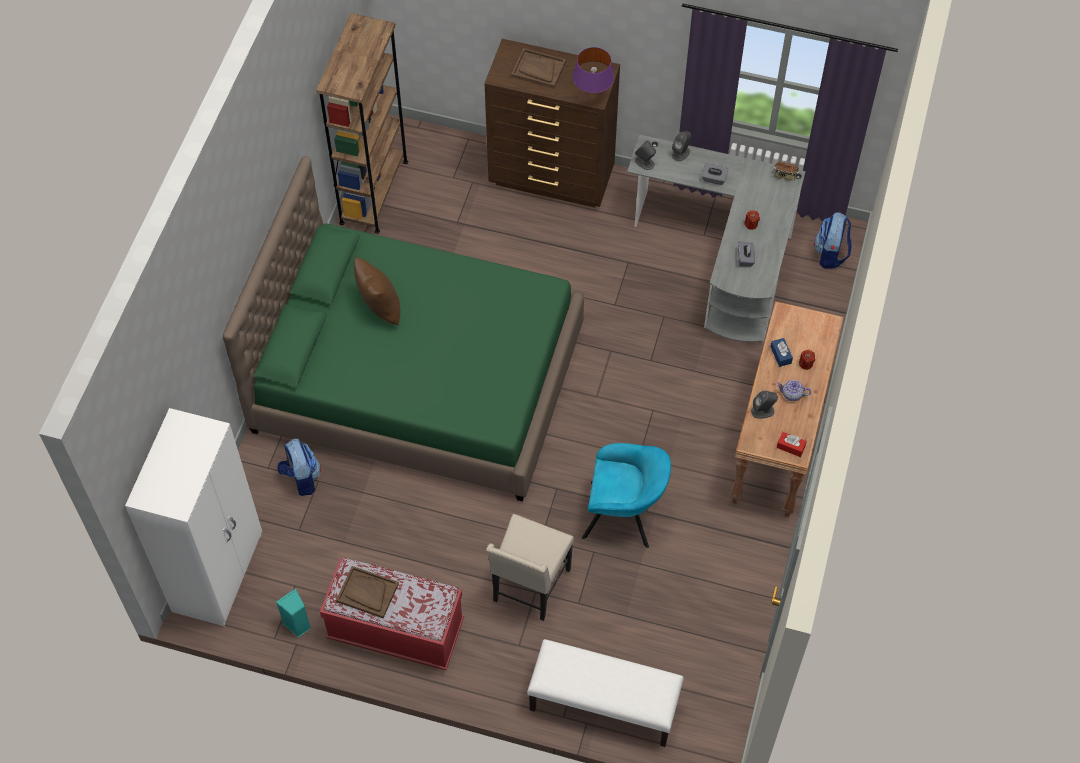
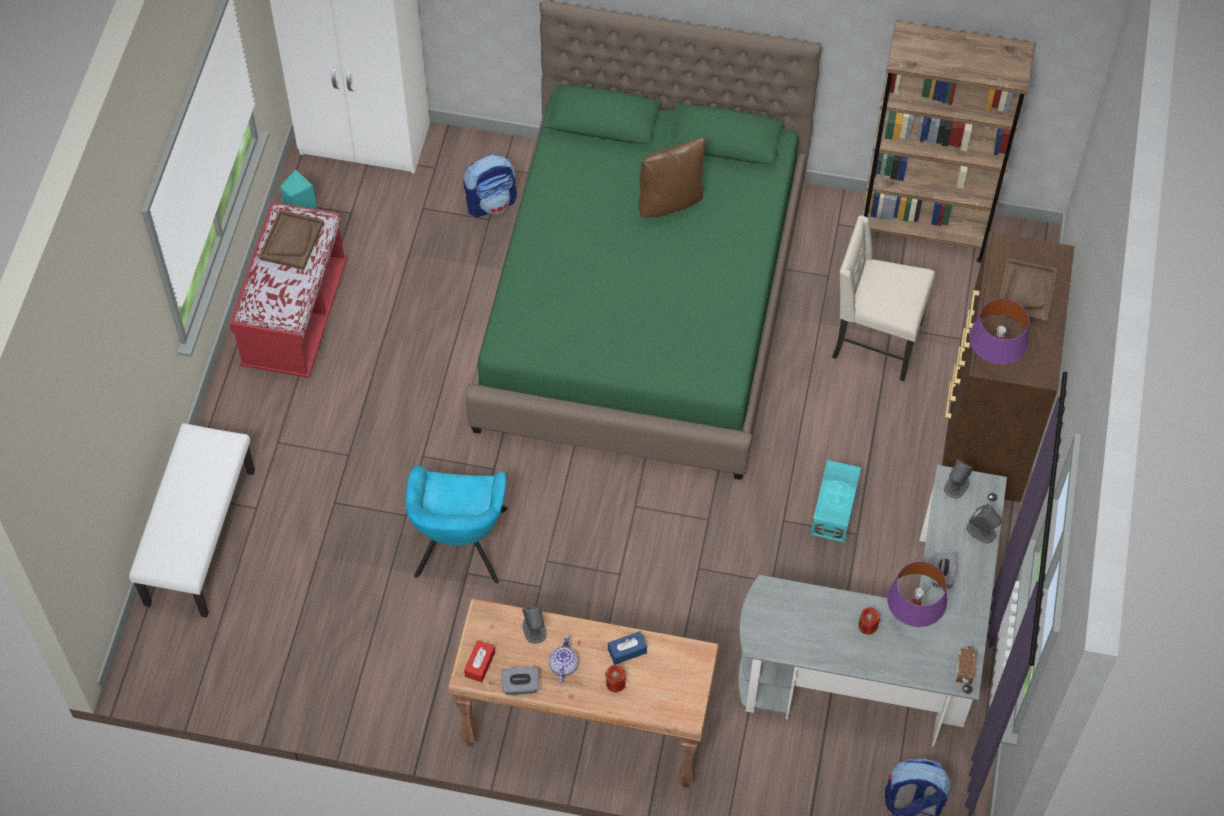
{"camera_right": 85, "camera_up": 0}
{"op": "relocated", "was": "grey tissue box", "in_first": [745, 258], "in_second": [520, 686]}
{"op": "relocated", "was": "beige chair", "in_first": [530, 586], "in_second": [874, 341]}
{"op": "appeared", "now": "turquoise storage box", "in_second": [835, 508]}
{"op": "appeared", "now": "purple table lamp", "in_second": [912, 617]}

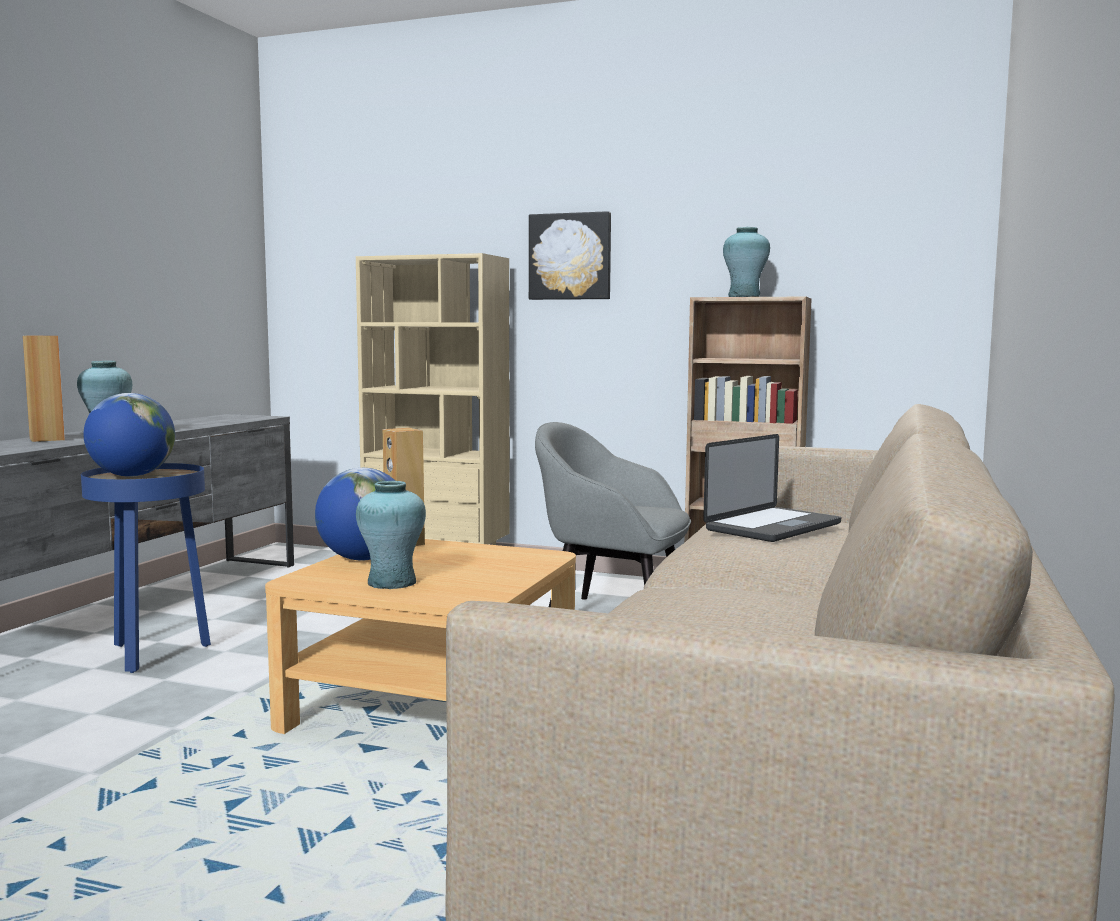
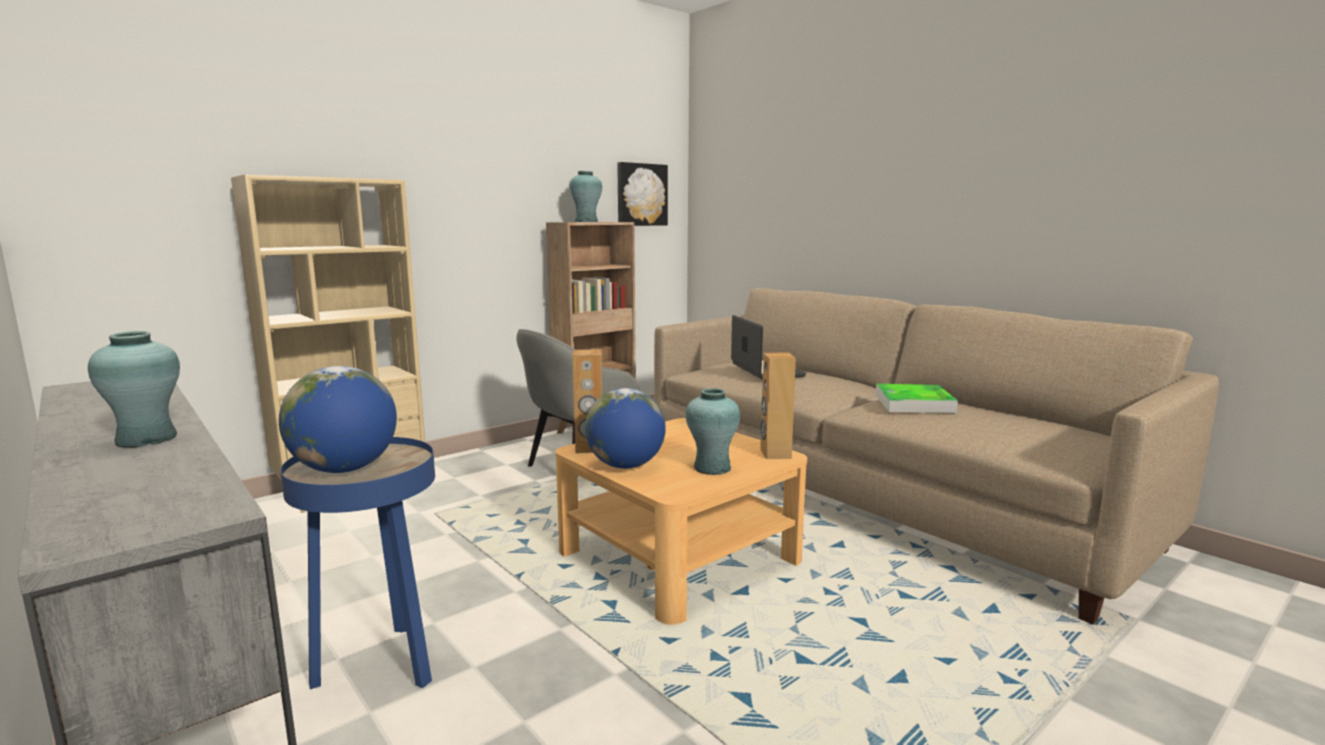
{"camera_right": -60, "camera_up": 5}
{"op": "relocated", "was": "picture", "in_first": [570, 256], "in_second": [641, 195]}
{"op": "relocated", "was": "brown speaker", "in_first": [47, 439], "in_second": [775, 454]}
{"op": "appeared", "now": "tray", "in_second": [914, 403]}

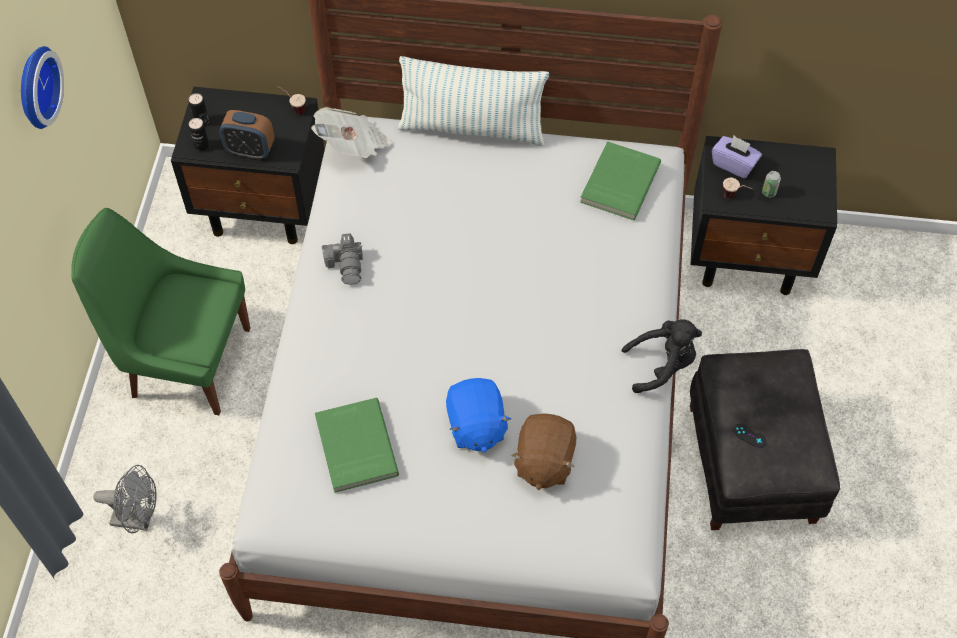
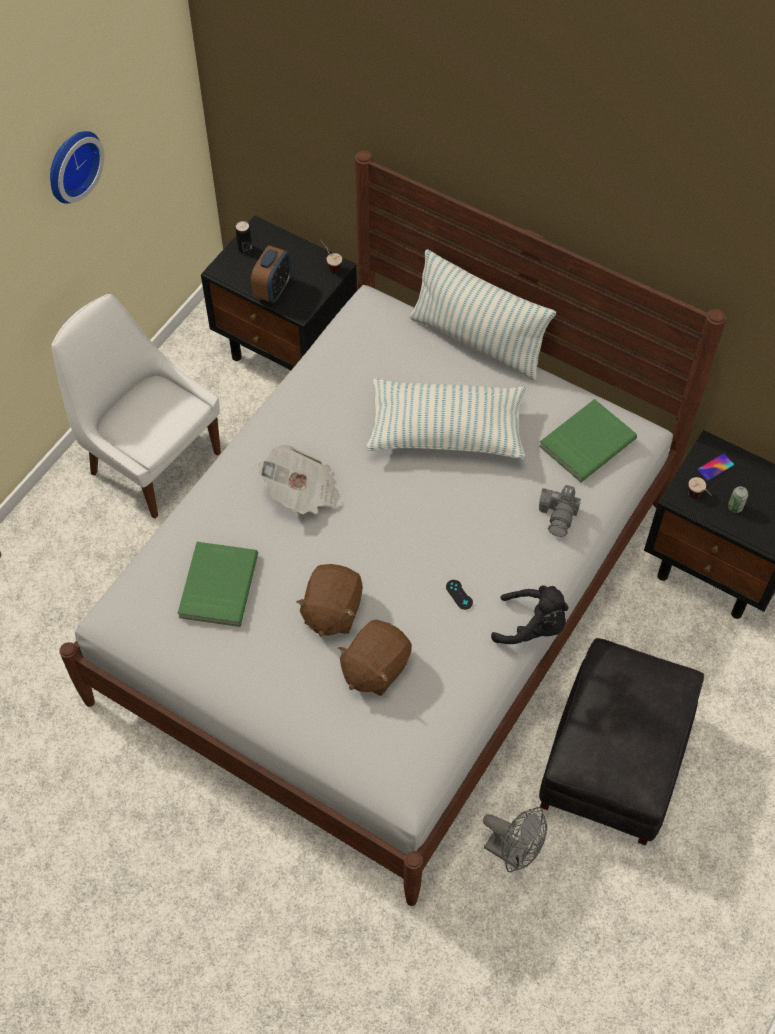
{"camera_right": 25, "camera_up": 0}
{"op": "relocated", "was": "newspaper", "in_first": [353, 146], "in_second": [303, 493]}
{"op": "spun", "was": "alarm clock", "in_first": [250, 150], "in_second": [273, 290], "clockwise": -105}
{"op": "missing", "was": "can", "in_first": [201, 145]}
{"op": "exchanged", "was": "purple tissue box", "now": "phone", "in_first": [734, 164], "in_second": [715, 467]}
{"op": "colour", "was": "green chair", "now": "white chair", "in_first": [186, 361], "in_second": [151, 460]}
{"op": "relocated", "was": "photo camera", "in_first": [346, 265], "in_second": [559, 515]}
{"op": "colour", "was": "blue plush toy", "now": "brown plush toy", "in_first": [475, 426], "in_second": [331, 611]}
{"op": "relocated", "was": "black game controller", "in_first": [749, 436], "in_second": [459, 594]}
{"op": "relocated", "was": "grey fan", "in_first": [139, 518], "in_second": [513, 852]}
{"op": "appeared", "now": "pillow", "in_second": [446, 432]}

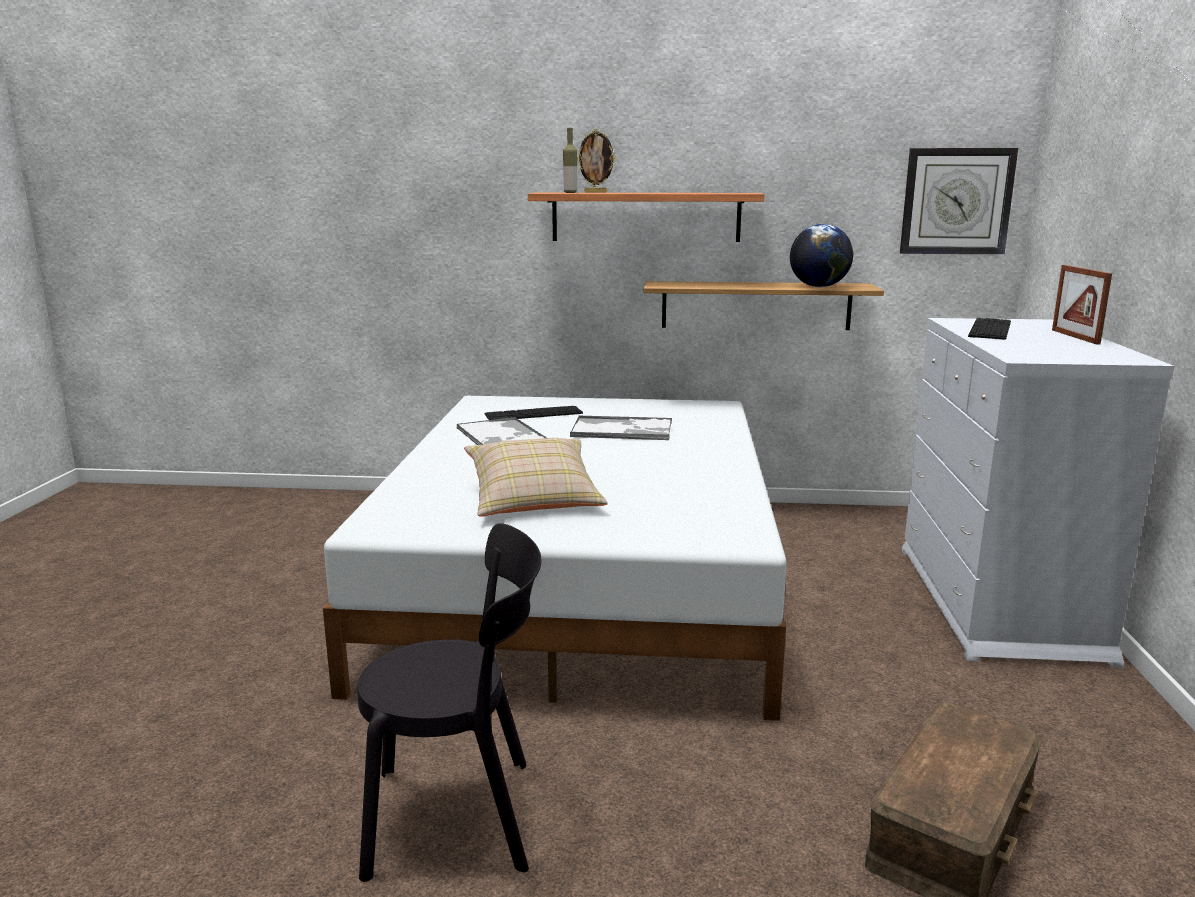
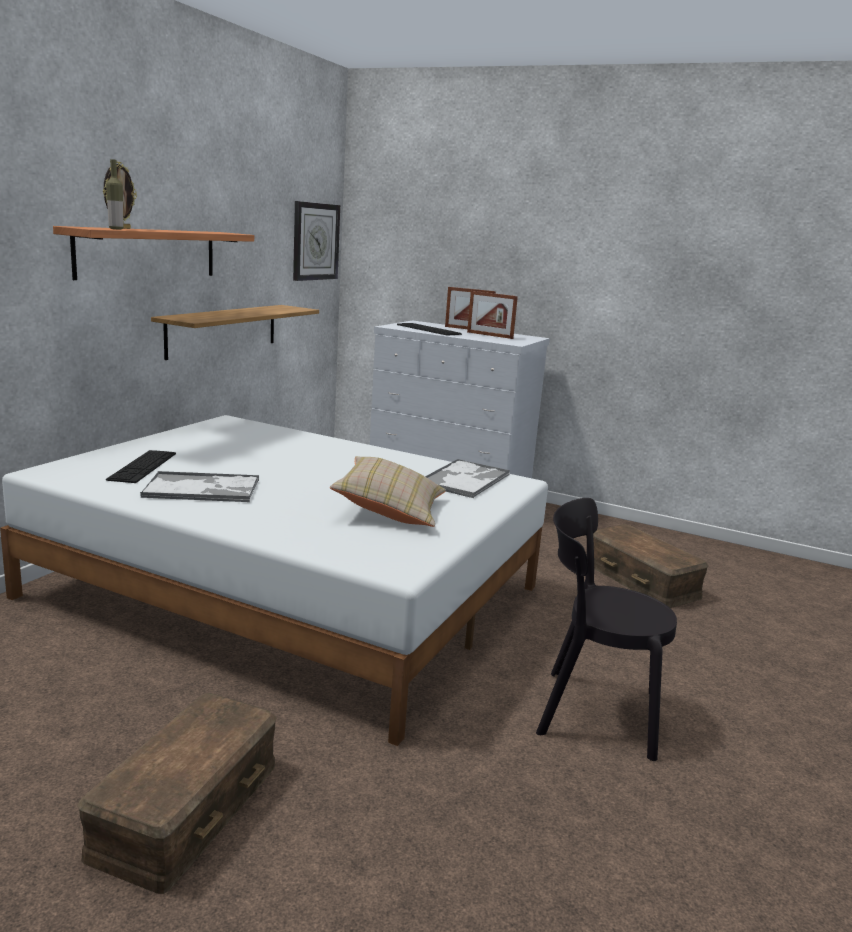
{"camera_right": -70, "camera_up": 0}
{"op": "missing", "was": "globe", "in_first": [818, 287]}
{"op": "relocated", "was": "tray", "in_first": [623, 430], "in_second": [465, 479]}
{"op": "spun", "was": "black chair", "in_first": [461, 817], "in_second": [591, 711], "clockwise": -90}
{"op": "appeared", "now": "picture frame", "in_second": [489, 335]}
{"op": "appeared", "now": "brown storage box", "in_second": [185, 807]}

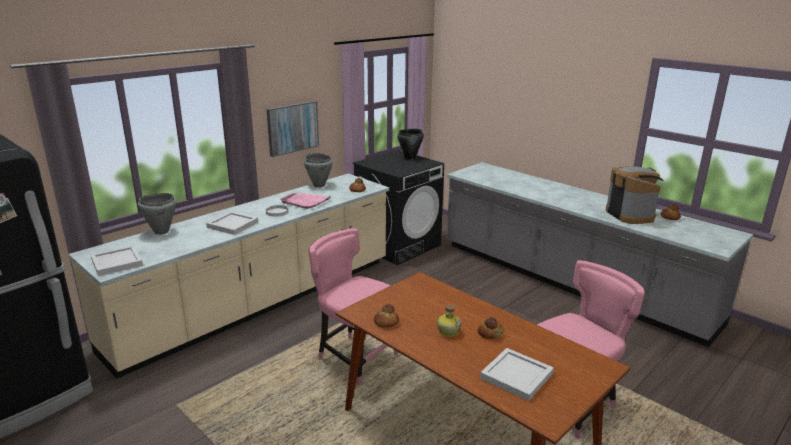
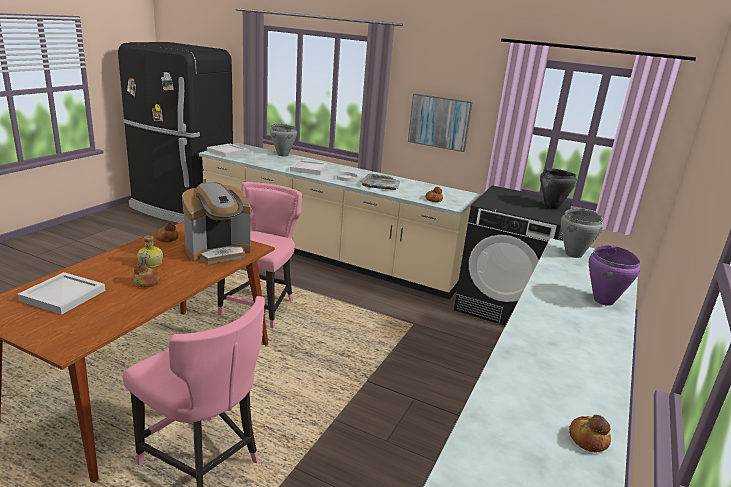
{"camera_right": 70, "camera_up": 0}
{"op": "relocated", "was": "grey cooking pot", "in_first": [319, 185], "in_second": [574, 254]}
{"op": "relocated", "was": "coffee machine", "in_first": [630, 215], "in_second": [218, 251]}
{"op": "colour", "was": "pink tray", "now": "grey tray", "in_first": [305, 201], "in_second": [381, 184]}
{"op": "appeared", "now": "purple cooking pot", "in_second": [604, 300]}

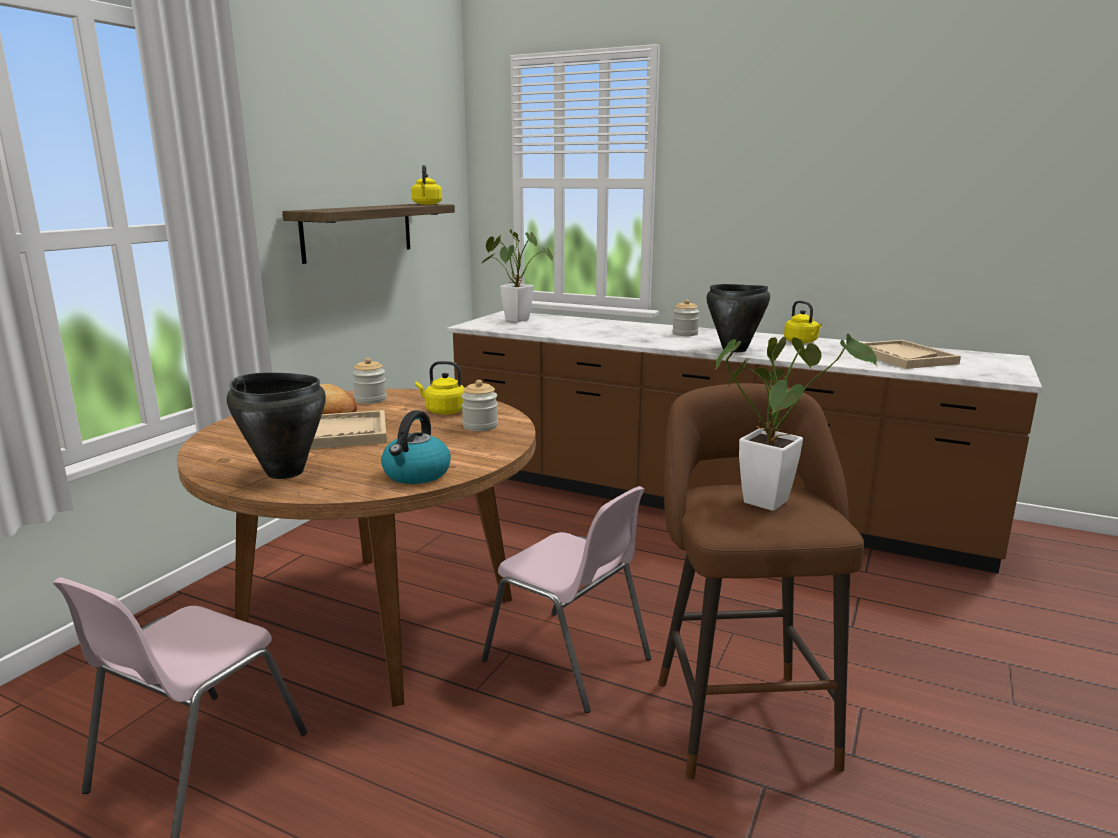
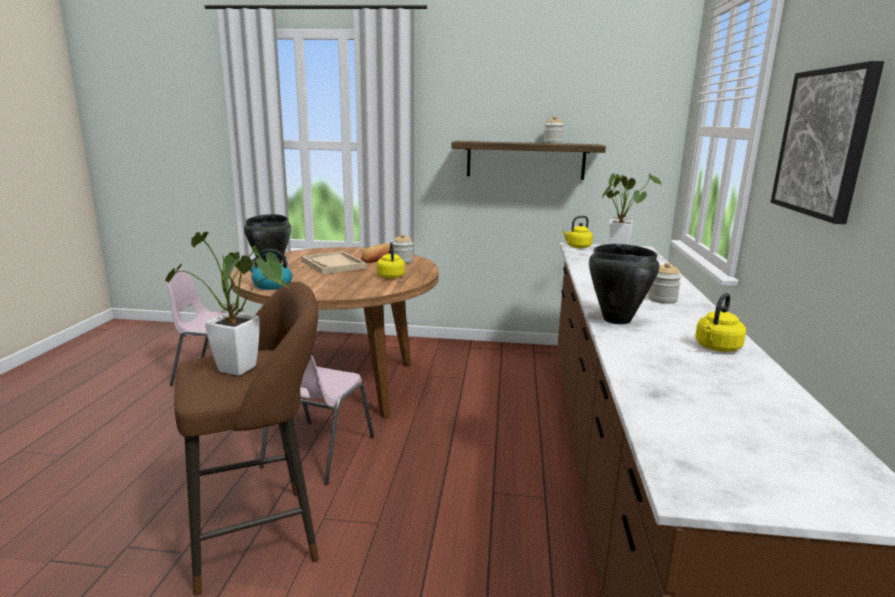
{"camera_right": 70, "camera_up": 0}
{"op": "relocated", "was": "yellow kettle", "in_first": [427, 204], "in_second": [577, 247]}
{"op": "missing", "was": "beige tray", "in_first": [903, 357]}
{"op": "relocated", "was": "jar", "in_first": [480, 426], "in_second": [553, 143]}
{"op": "appeared", "now": "picture", "in_second": [824, 142]}

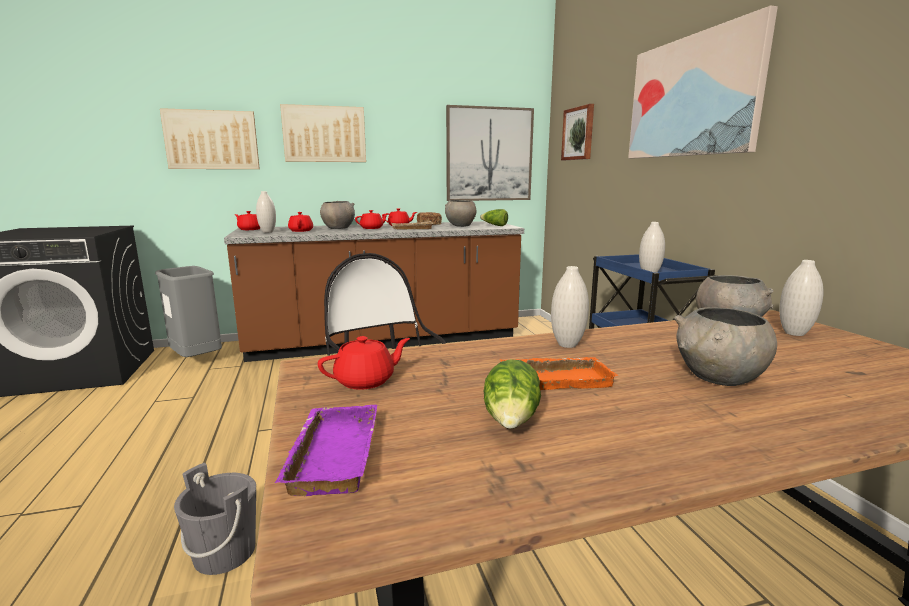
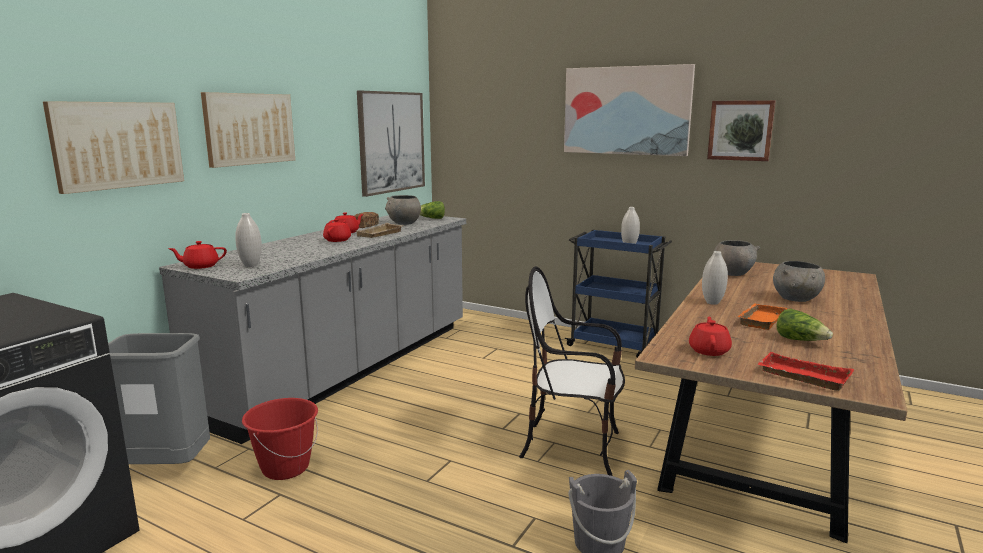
{"camera_right": -45, "camera_up": 0}
{"op": "relocated", "was": "picture", "in_first": [578, 133], "in_second": [740, 130]}
{"op": "missing", "was": "grey bowl", "in_first": [338, 228]}
{"op": "missing", "was": "red teapot", "in_first": [301, 231]}
{"op": "colour", "was": "brown counter", "now": "grey counter", "in_first": [385, 340], "in_second": [349, 368]}
{"op": "missing", "was": "white vase", "in_first": [794, 333]}
{"op": "colour", "was": "purple tray", "now": "red tray", "in_first": [331, 454], "in_second": [801, 377]}
{"op": "appeared", "now": "red bucket", "in_second": [285, 468]}

